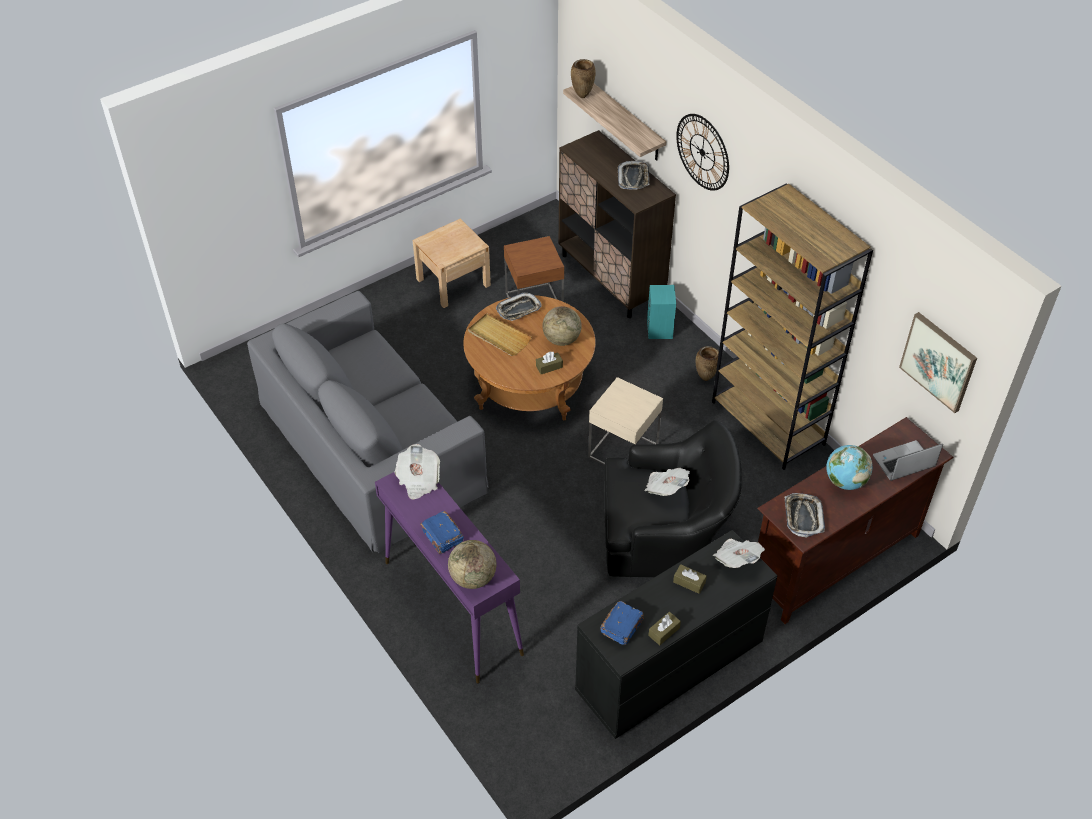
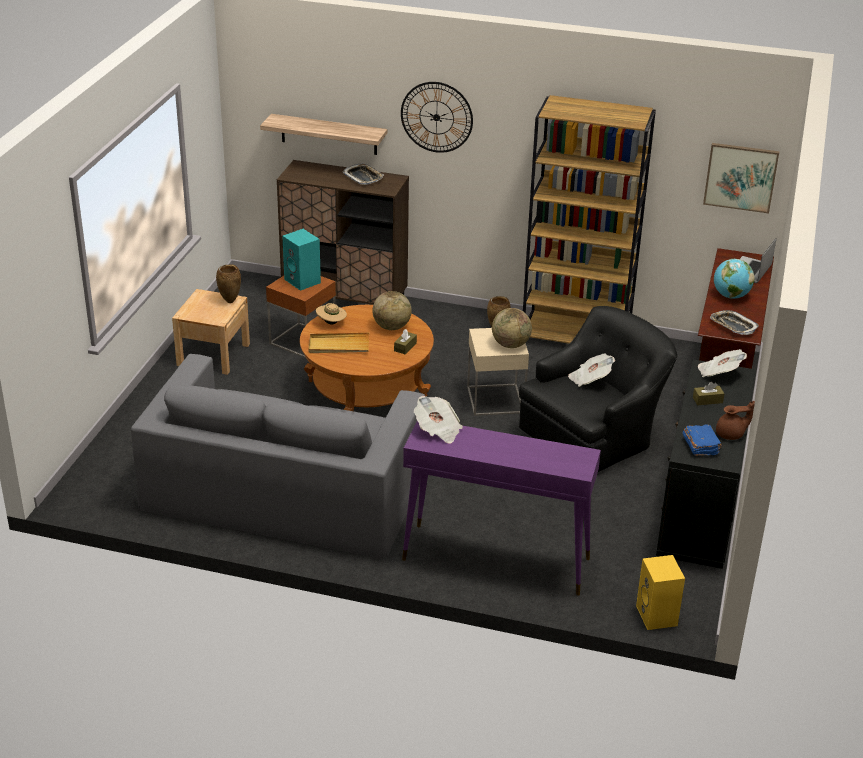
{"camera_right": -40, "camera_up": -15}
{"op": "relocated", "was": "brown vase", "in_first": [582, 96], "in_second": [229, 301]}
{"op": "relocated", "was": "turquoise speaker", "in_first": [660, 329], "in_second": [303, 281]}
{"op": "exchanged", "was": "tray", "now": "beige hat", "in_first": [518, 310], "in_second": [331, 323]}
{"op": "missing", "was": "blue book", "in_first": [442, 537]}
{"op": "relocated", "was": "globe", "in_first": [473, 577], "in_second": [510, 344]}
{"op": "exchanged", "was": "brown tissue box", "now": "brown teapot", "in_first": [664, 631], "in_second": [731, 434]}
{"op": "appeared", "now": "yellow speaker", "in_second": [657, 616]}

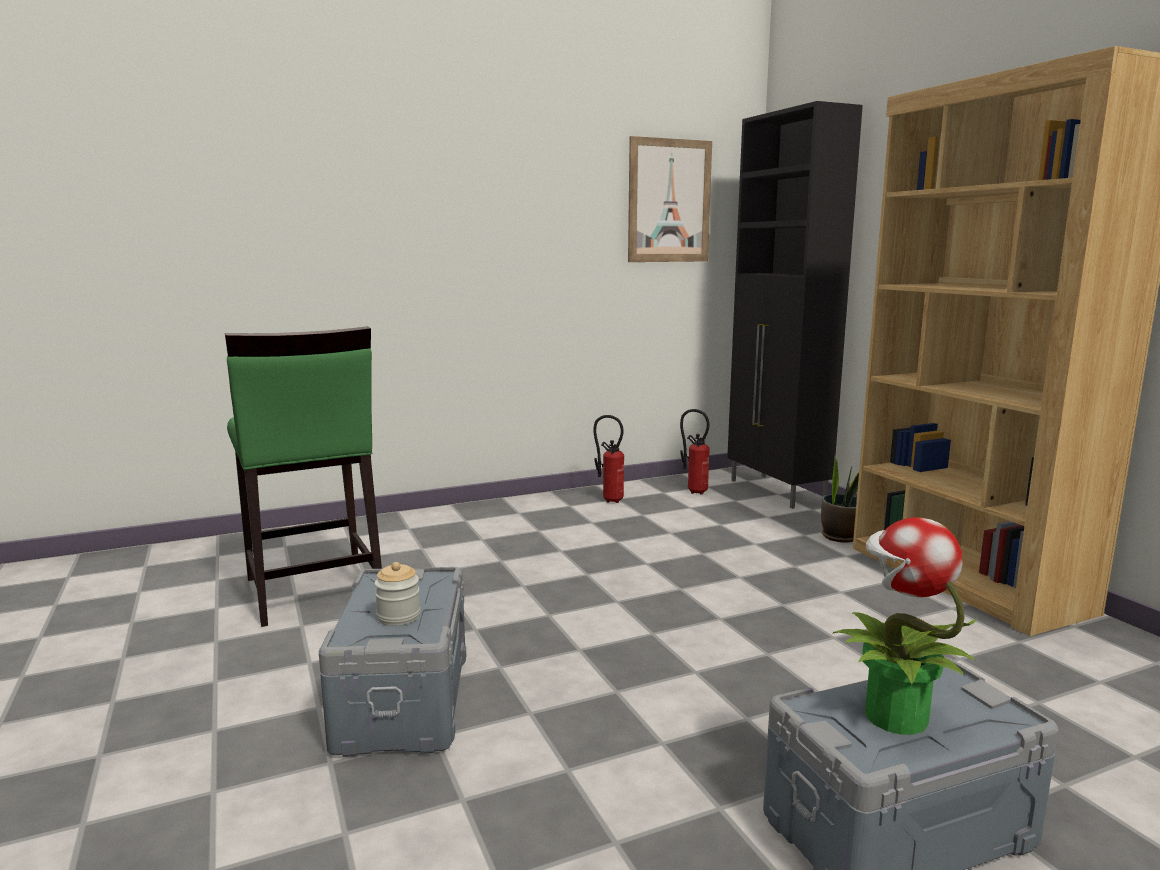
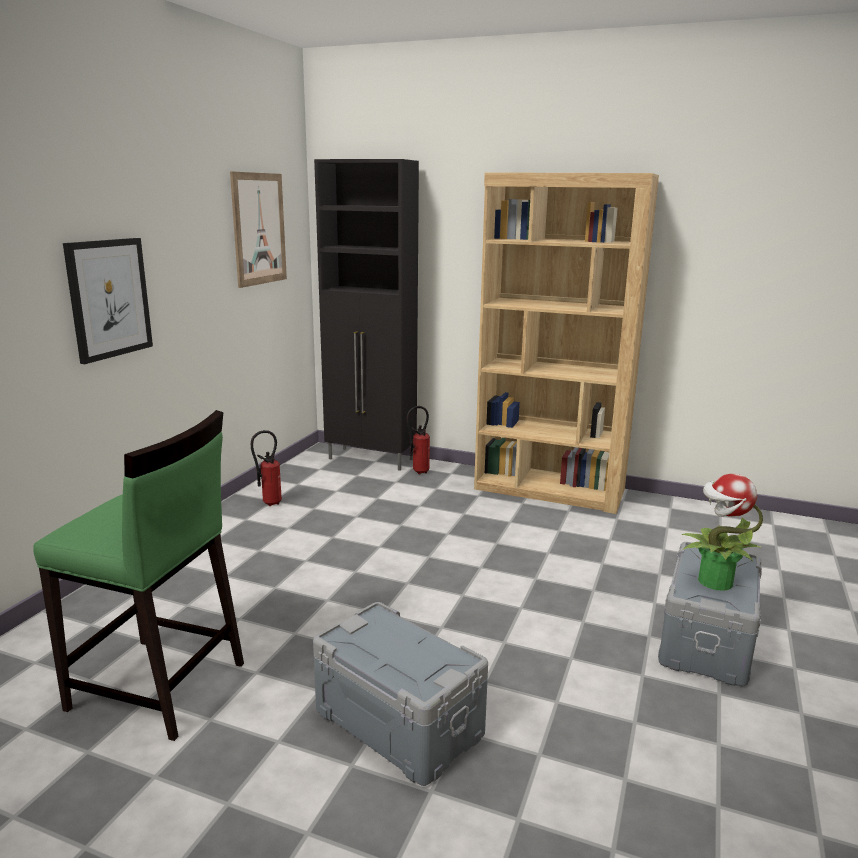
{"camera_right": -45, "camera_up": 5}
{"op": "relocated", "was": "fire extinguisher", "in_first": [694, 491], "in_second": [418, 472]}
{"op": "missing", "was": "potted plant", "in_first": [840, 537]}
{"op": "missing", "was": "jar", "in_first": [398, 616]}
{"op": "appeared", "now": "picture", "in_second": [109, 298]}

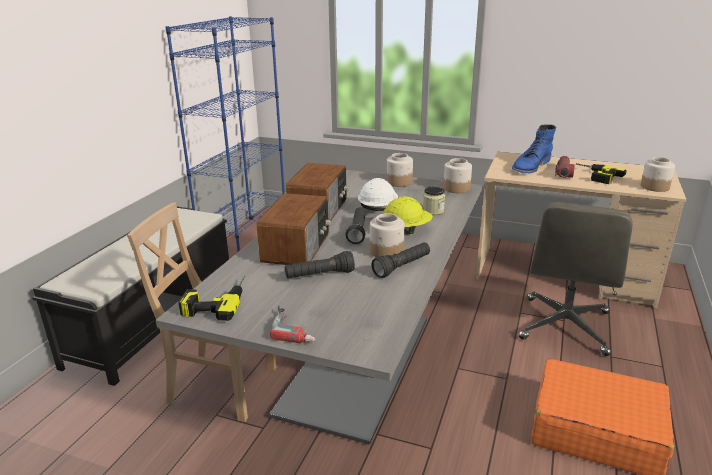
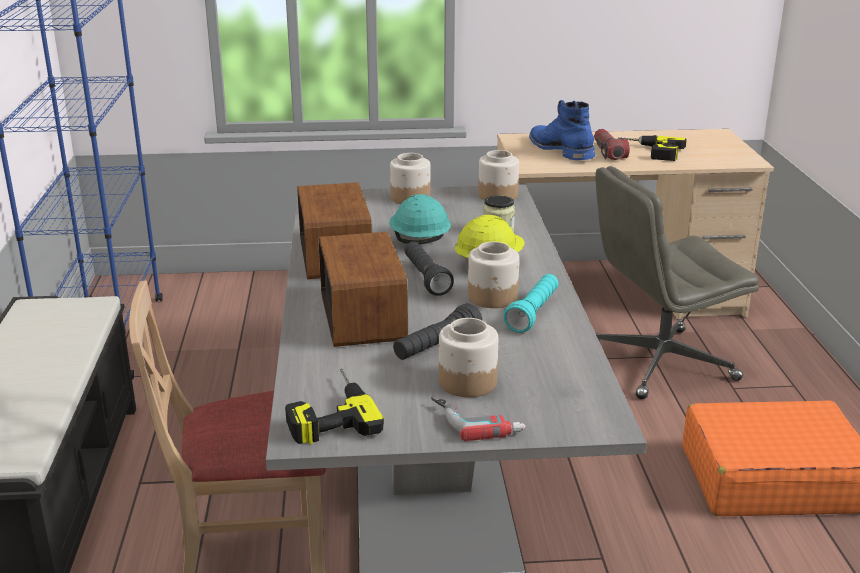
{"camera_right": -25, "camera_up": 0}
{"op": "spun", "was": "blue boot", "in_first": [530, 166], "in_second": [561, 150], "clockwise": 135}
{"op": "relocated", "was": "jar", "in_first": [654, 187], "in_second": [467, 382]}
{"op": "colour", "was": "white hard hat", "now": "turquoise hard hat", "in_first": [377, 209], "in_second": [419, 241]}
{"op": "spun", "was": "grey office chair", "in_first": [565, 326], "in_second": [659, 364], "clockwise": 75}
{"op": "colour", "was": "black flashlight", "now": "turquoise flashlight", "in_first": [402, 267], "in_second": [533, 313]}

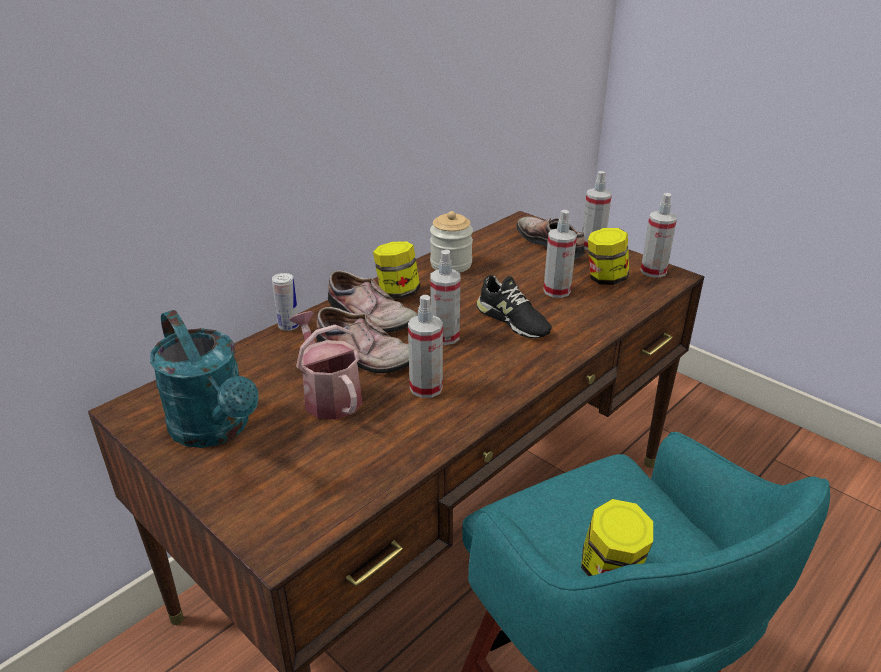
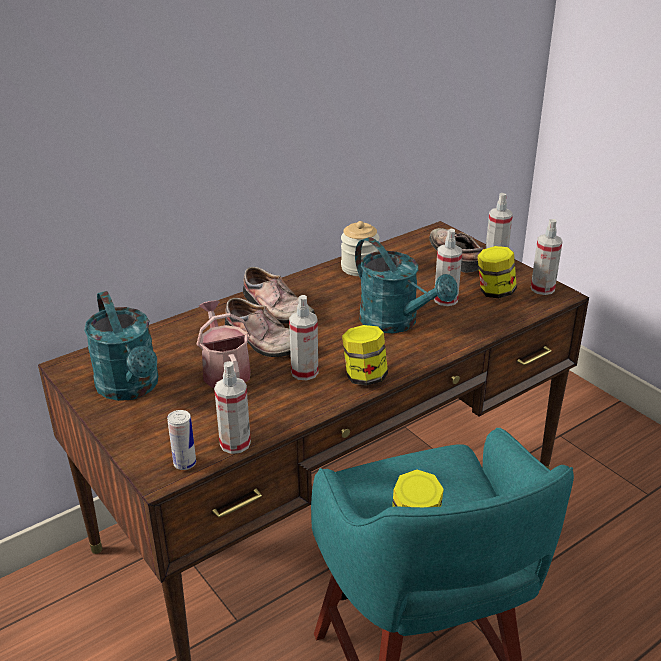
{"camera_right": 10, "camera_up": 0}
{"op": "relocated", "was": "jar", "in_first": [397, 293], "in_second": [364, 377]}
{"op": "relocated", "was": "spray bottle", "in_first": [445, 337], "in_second": [235, 443]}
{"op": "relocated", "was": "can", "in_first": [288, 326], "in_second": [185, 463]}
{"op": "exchanged", "was": "black shoe", "now": "turquoise watering can", "in_first": [512, 320], "in_second": [396, 323]}

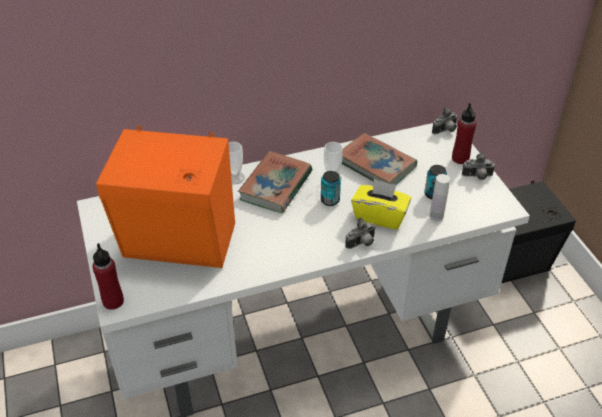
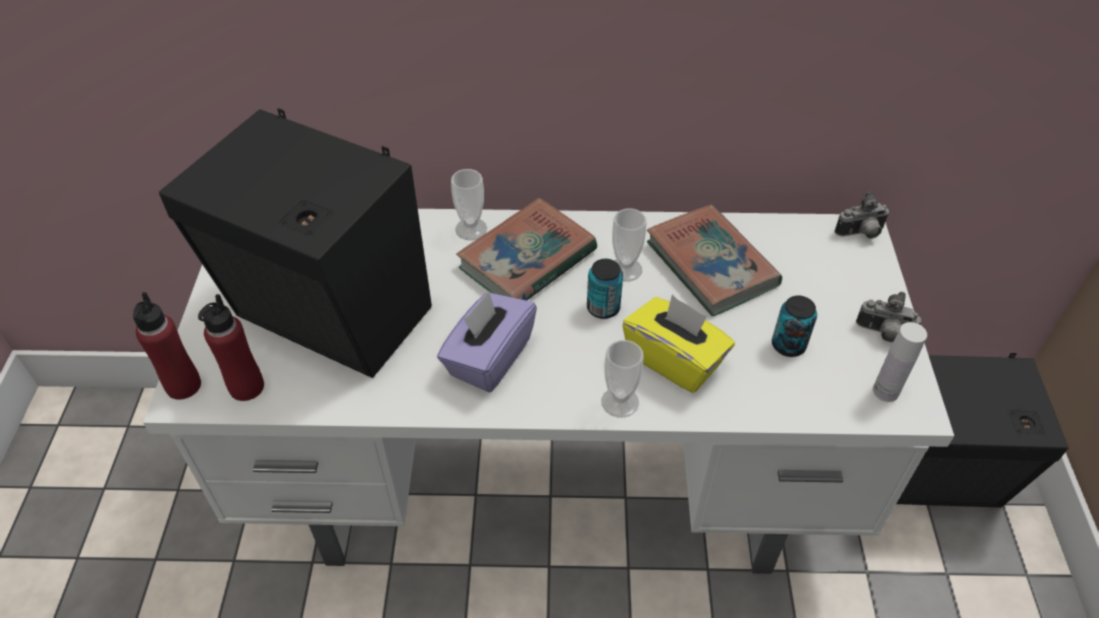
{"camera_right": 20, "camera_up": 5}
{"op": "relocated", "was": "red bottle", "in_first": [460, 158], "in_second": [246, 387]}
{"op": "colour", "was": "orange speaker", "now": "black speaker", "in_first": [180, 244], "in_second": [331, 319]}
{"op": "relocated", "was": "white bottle", "in_first": [436, 216], "in_second": [885, 391]}
{"op": "exchanged", "was": "photo camera", "now": "cup", "in_first": [361, 244], "in_second": [620, 402]}
{"op": "appeared", "now": "purple tissue box", "in_second": [489, 358]}

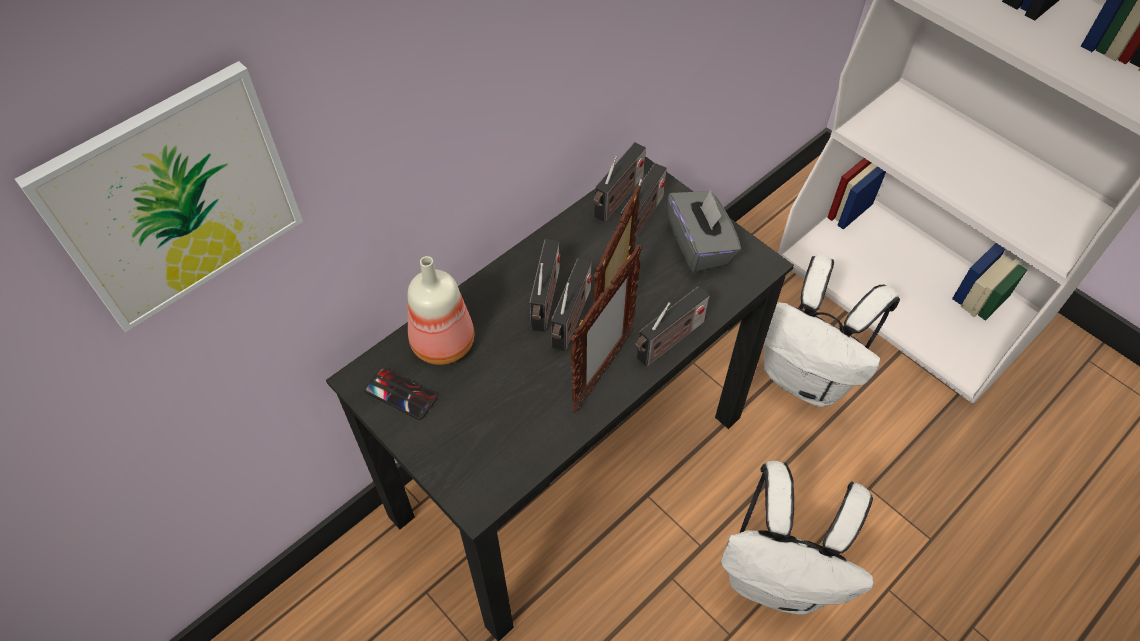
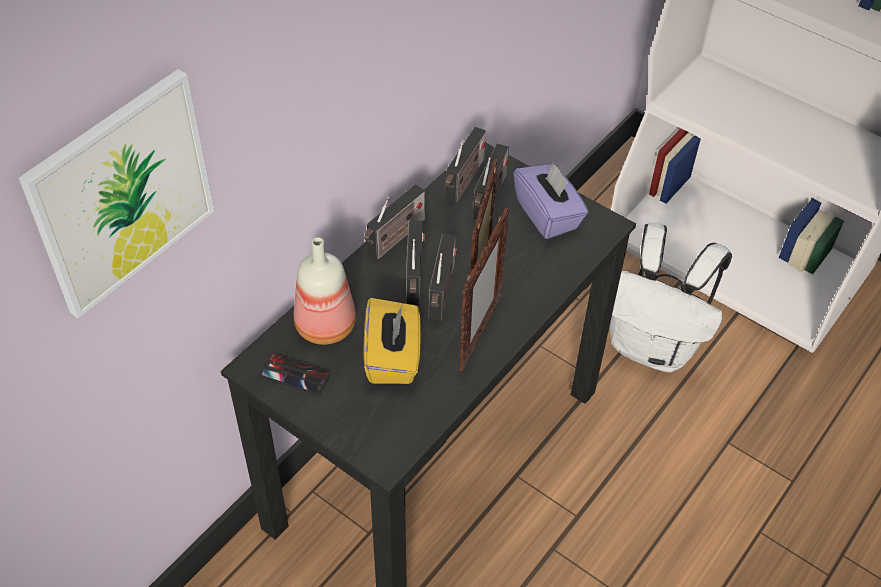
{"camera_right": -10, "camera_up": -5}
{"op": "colour", "was": "grey tissue box", "now": "purple tissue box", "in_first": [700, 245], "in_second": [548, 215]}
{"op": "relocated", "was": "radio", "in_first": [668, 343], "in_second": [395, 239]}
{"op": "missing", "was": "white backpack", "in_first": [778, 578]}
{"op": "appeared", "now": "yellow tissue box", "in_second": [393, 358]}

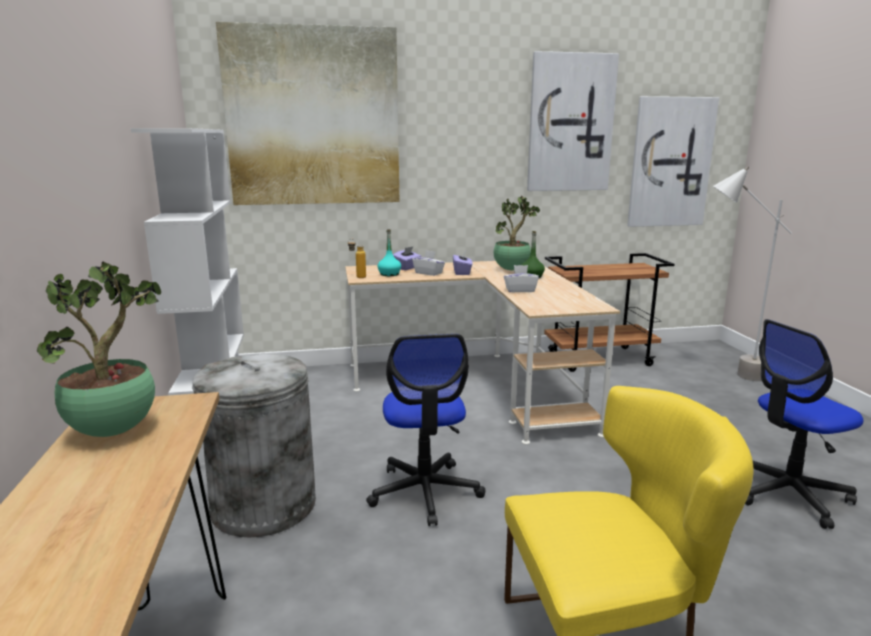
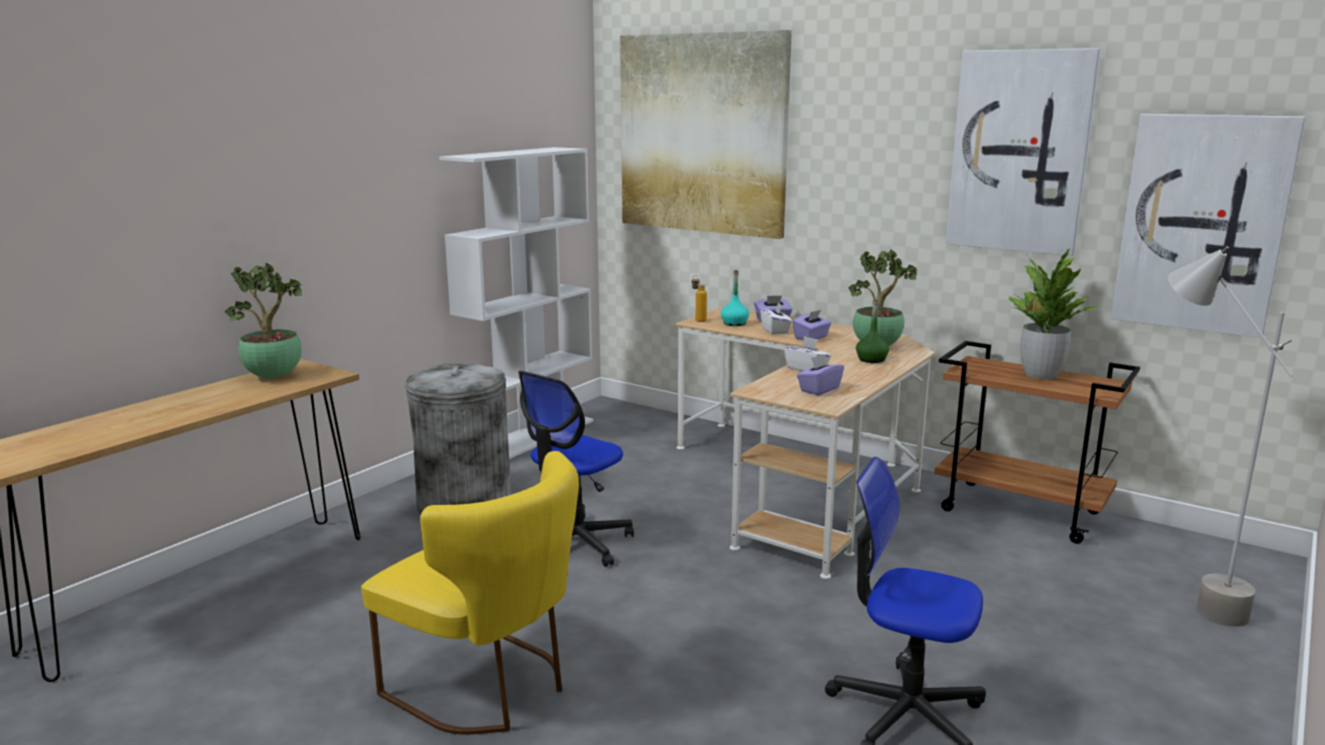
{"camera_right": 45, "camera_up": 0}
{"op": "appeared", "now": "potted plant", "in_second": [1040, 375]}
{"op": "appeared", "now": "purple tissue box", "in_second": [819, 389]}

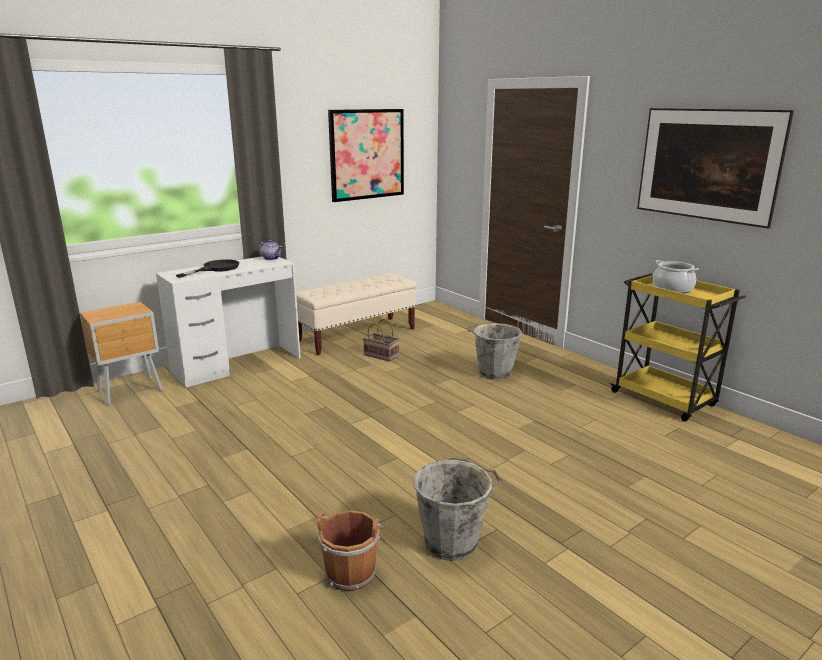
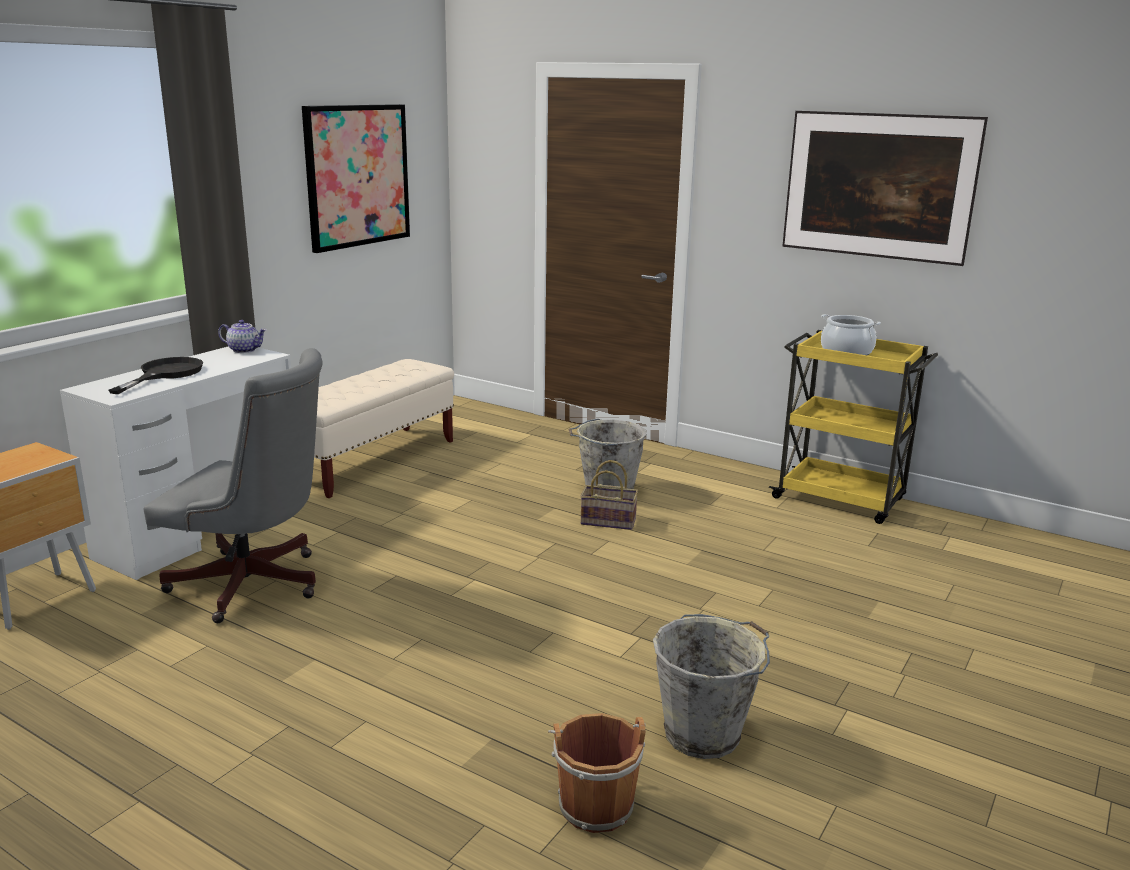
{"camera_right": -20, "camera_up": 0}
{"op": "relocated", "was": "basket", "in_first": [382, 355], "in_second": [610, 521]}
{"op": "appeared", "now": "grey office chair", "in_second": [255, 586]}

